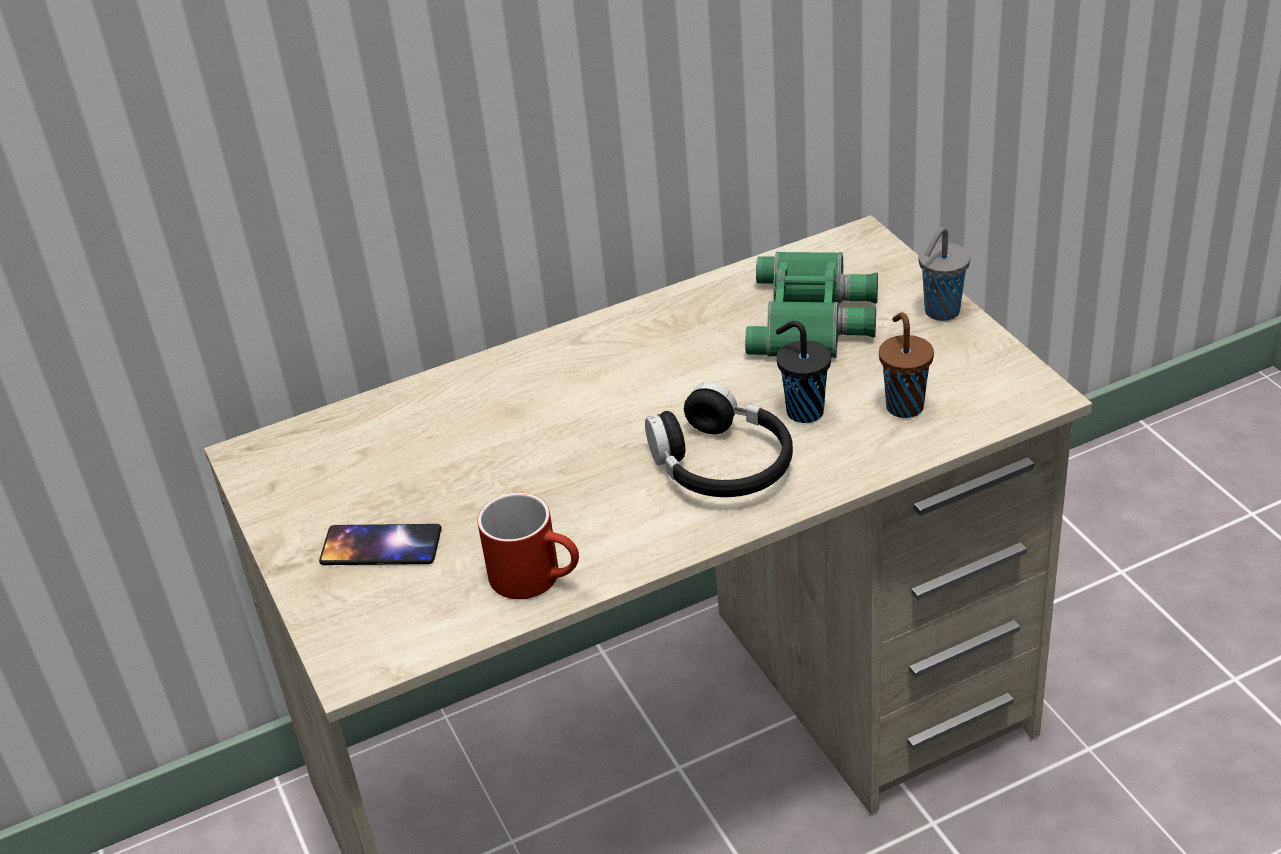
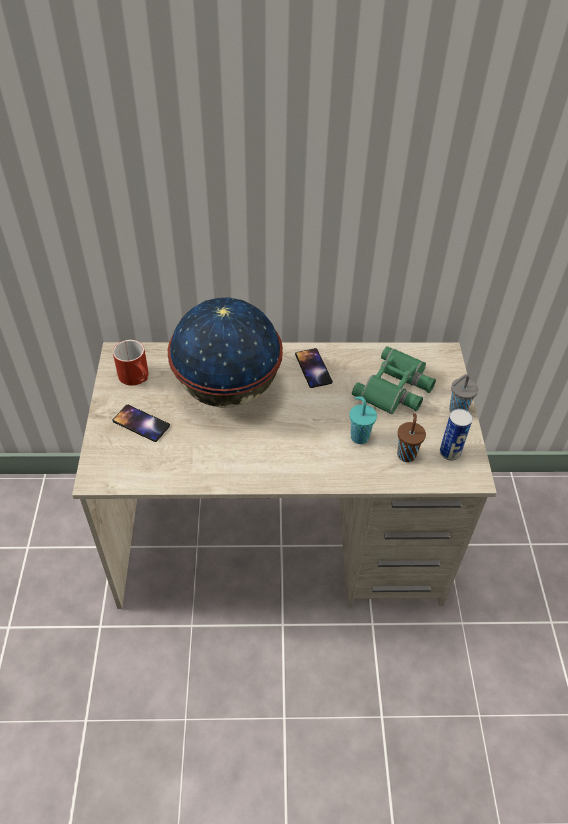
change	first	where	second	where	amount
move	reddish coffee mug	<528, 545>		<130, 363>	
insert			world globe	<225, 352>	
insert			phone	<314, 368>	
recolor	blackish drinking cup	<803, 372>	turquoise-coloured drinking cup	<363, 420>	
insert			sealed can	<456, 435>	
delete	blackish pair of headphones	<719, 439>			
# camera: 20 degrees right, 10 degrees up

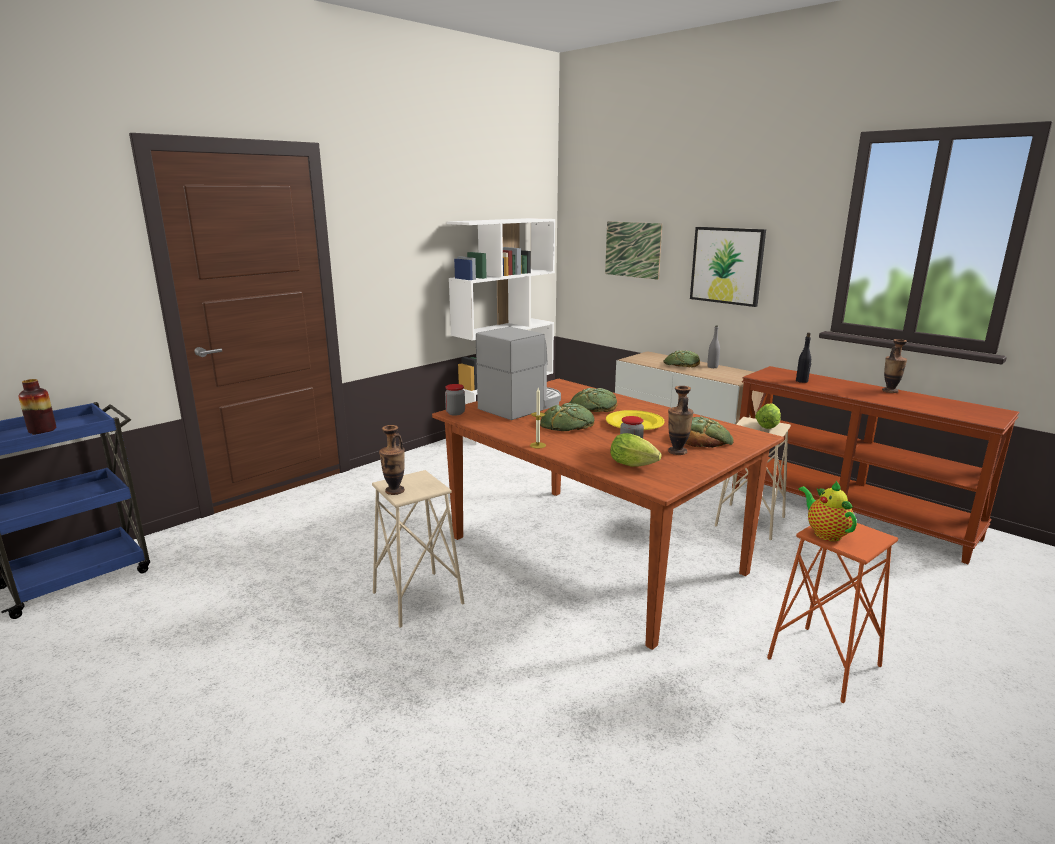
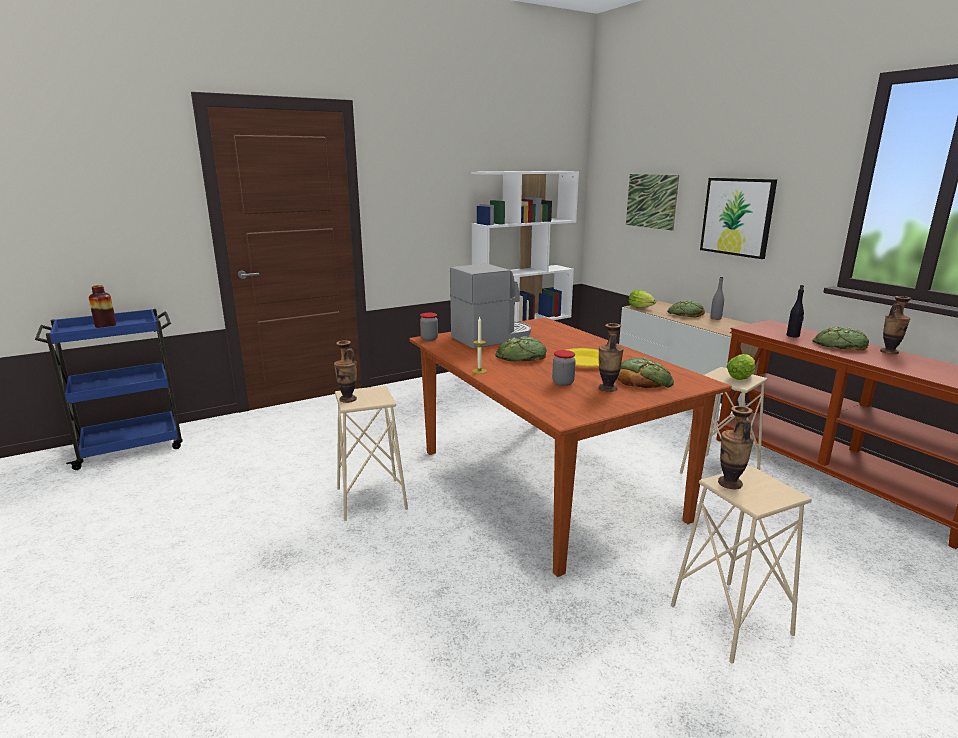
change	first	where	second	where	amount
move	head of lettuce	<636, 450>		<642, 299>	
recolor	orange stool seat	<832, 613>	sand-coloured stool seat	<741, 565>	
replace	pot for tea	<828, 511>	flower vase	<736, 447>	
move	baked bread	<593, 400>		<840, 338>	
# camera: 15 degrees right, 0 degrees up

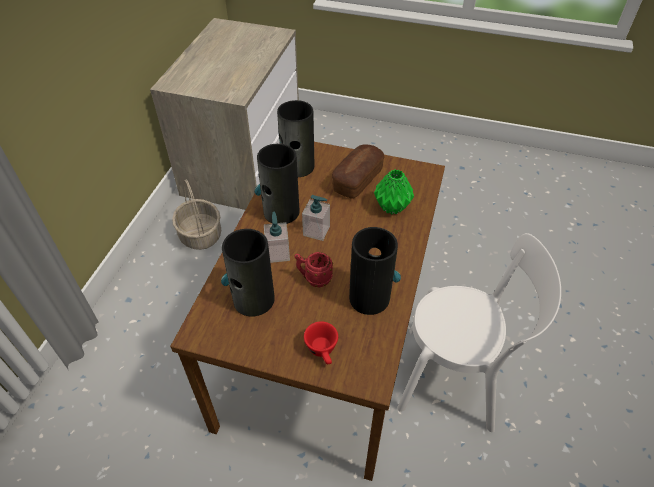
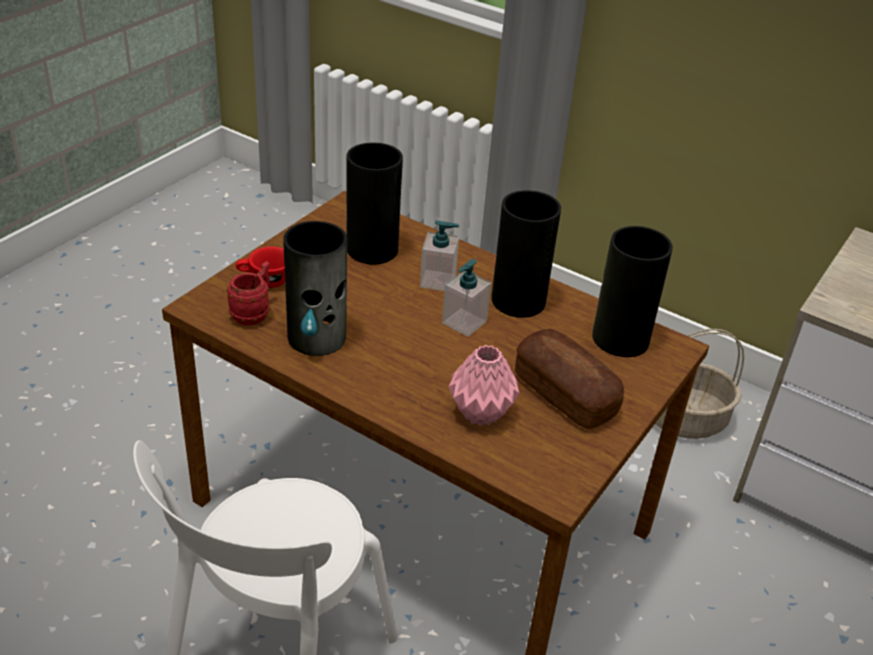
change	first	where	second	where	amount
move	reddish coffee mug	<314, 269>		<248, 293>	
recolor	greenish flower vase	<394, 191>	pink flower vase	<484, 385>	
# camera: 105 degrees right, 10 degrees down

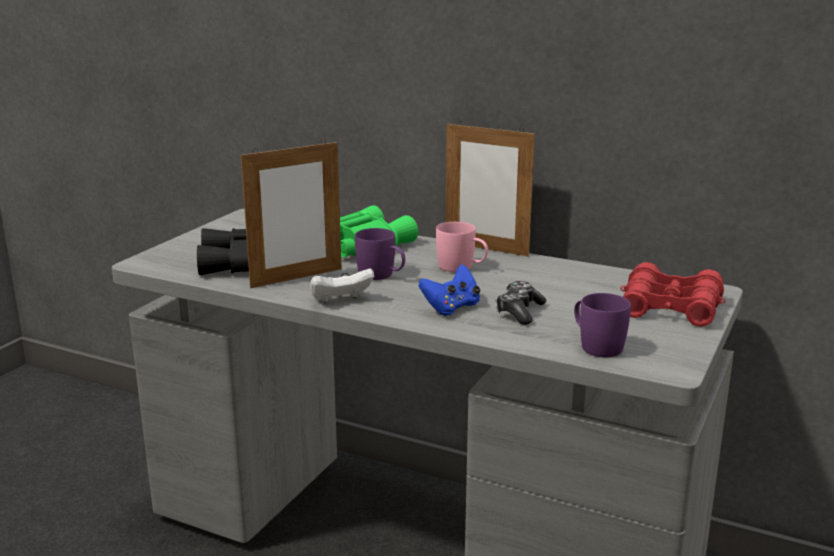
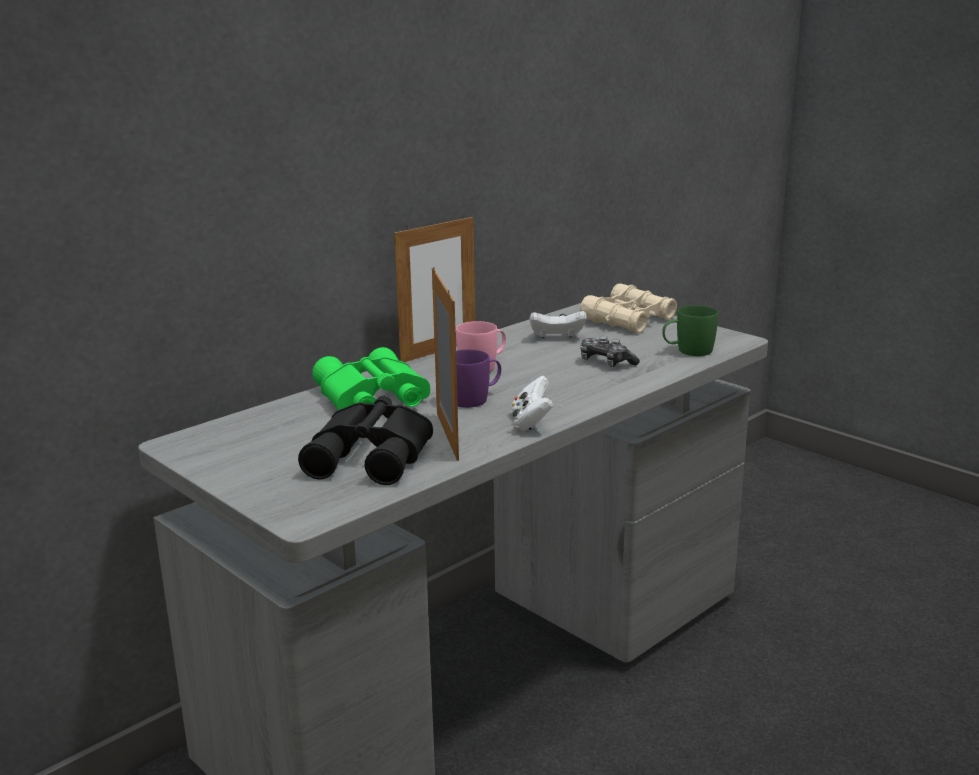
change	first	where	second	where	amount
insert			whitish joypad	<558, 324>	
recolor	reddish field glasses	<672, 294>	sand-coloured field glasses	<628, 308>	
recolor	purple-coloured coffee mug	<602, 325>	greenish coffee mug	<690, 330>	
delete	bluish joypad	<449, 290>			
# camera: 70 degrees left, 0 degrees up

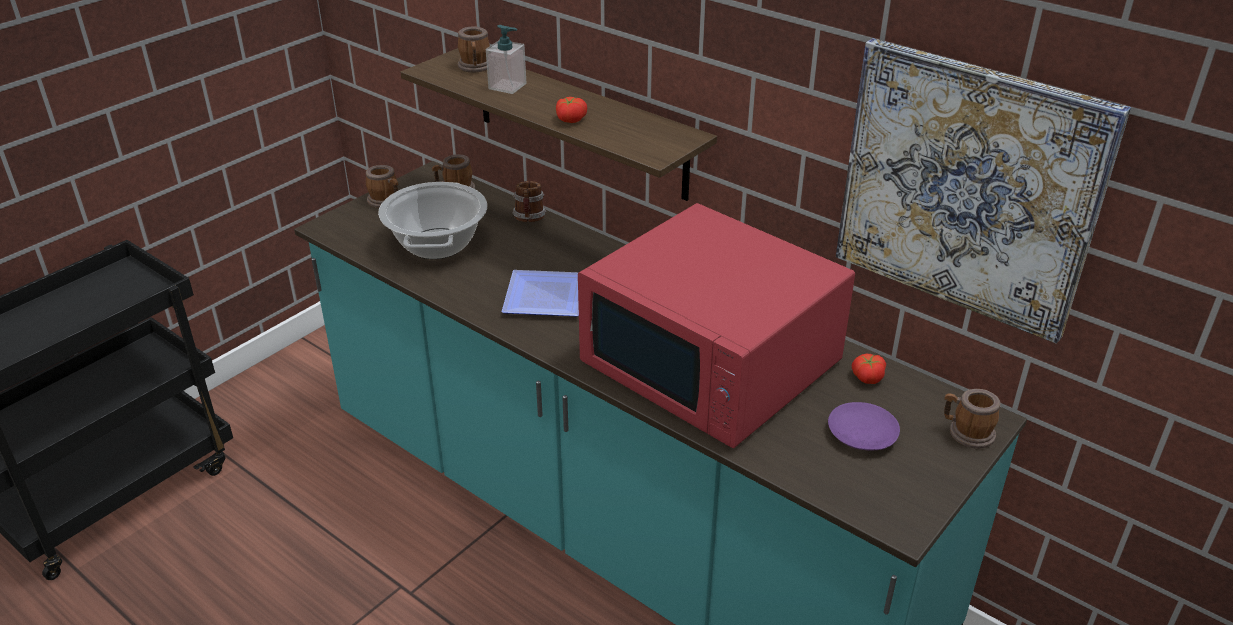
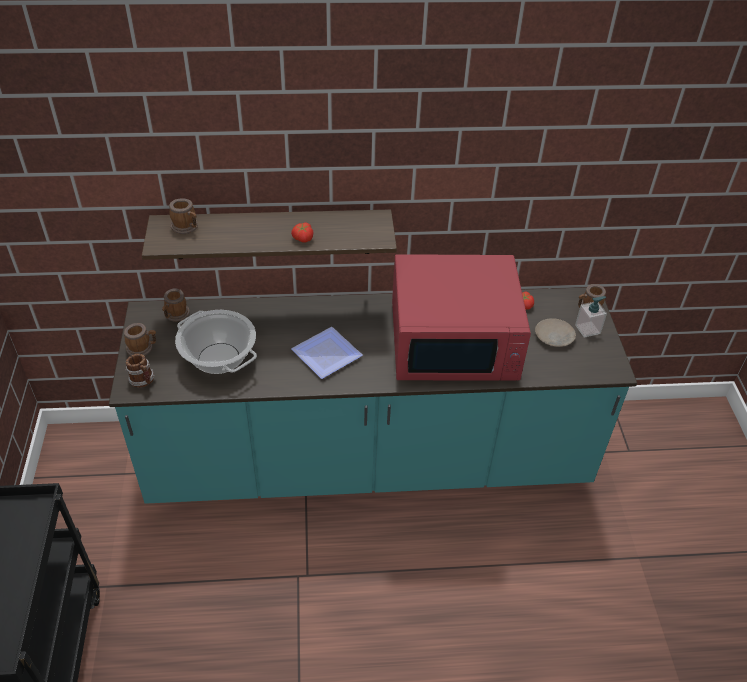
change	first	where	second	where	amount
move	coffee mug	<529, 201>		<140, 371>	
recolor	purple-coloured flat dish	<864, 426>	sand-coloured flat dish	<555, 332>	
move	soap bottle	<506, 59>		<591, 317>	
delete	wall art	<983, 191>			
# camera: 45 degrees left, 10 degrees up

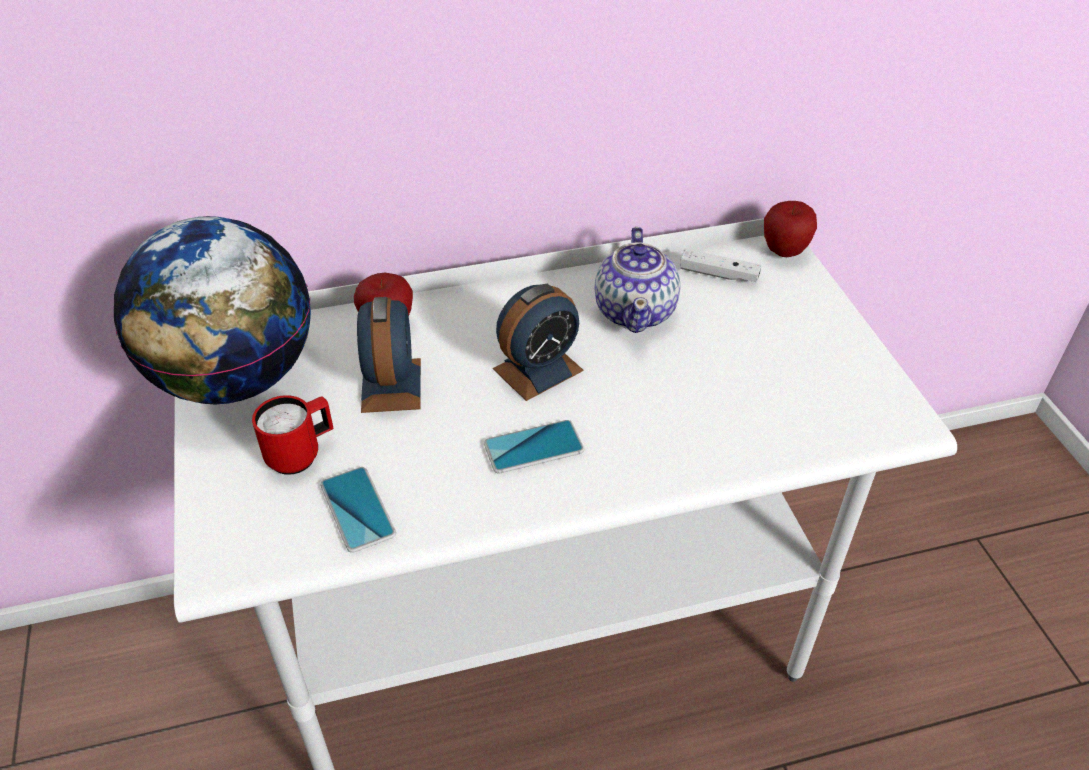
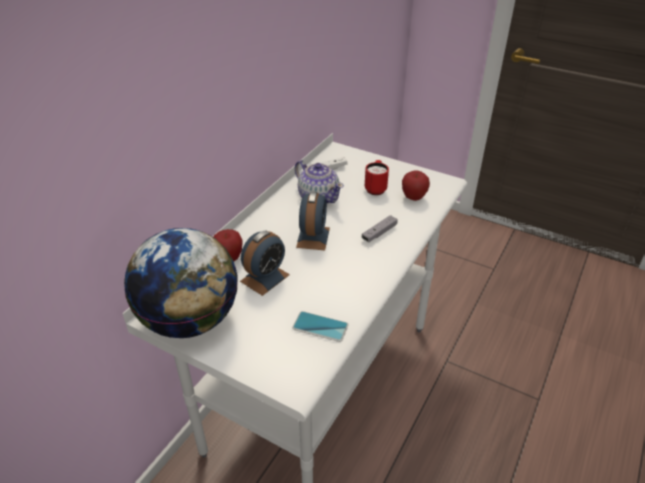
change	first	where	second	where	amount
rotate	bedside clock	<389, 355>		<265, 263>	90 degrees clockwise
insert			gray joypad	<380, 228>	
move	reddish coffee mug	<292, 435>		<377, 177>	
move	apple	<790, 229>		<416, 185>	
delete	phone	<534, 446>			
# camera: 45 degrees left, 5 degrees down

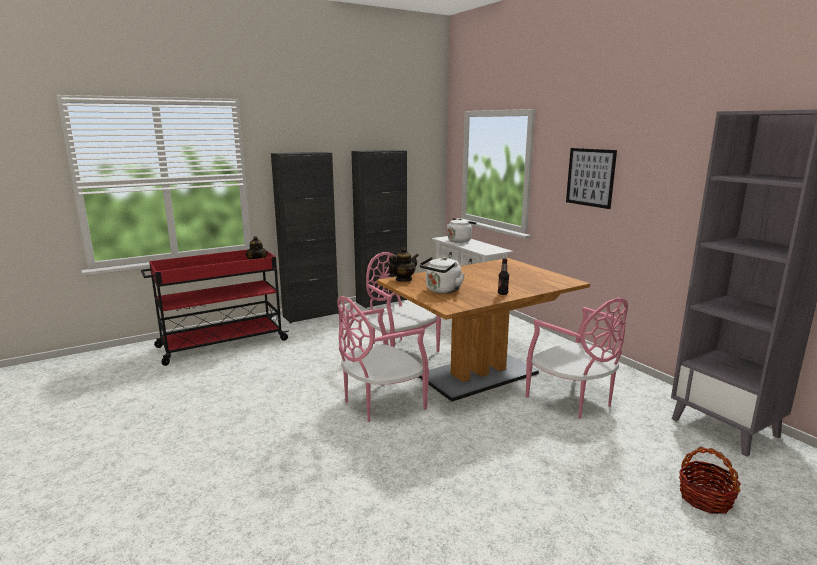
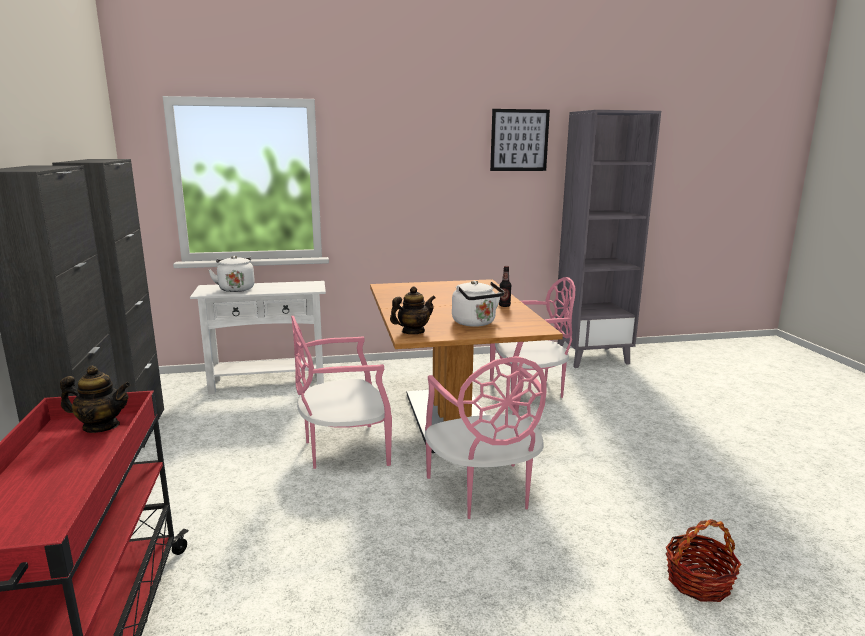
change	first	where	second	where	amount
rotate	pot for tea	<403, 265>		<413, 310>	75 degrees clockwise
move	wall art	<591, 178>		<520, 140>	
move	storage basket	<710, 480>		<703, 560>	
# camera: 70 degrees left, 0 degrees up

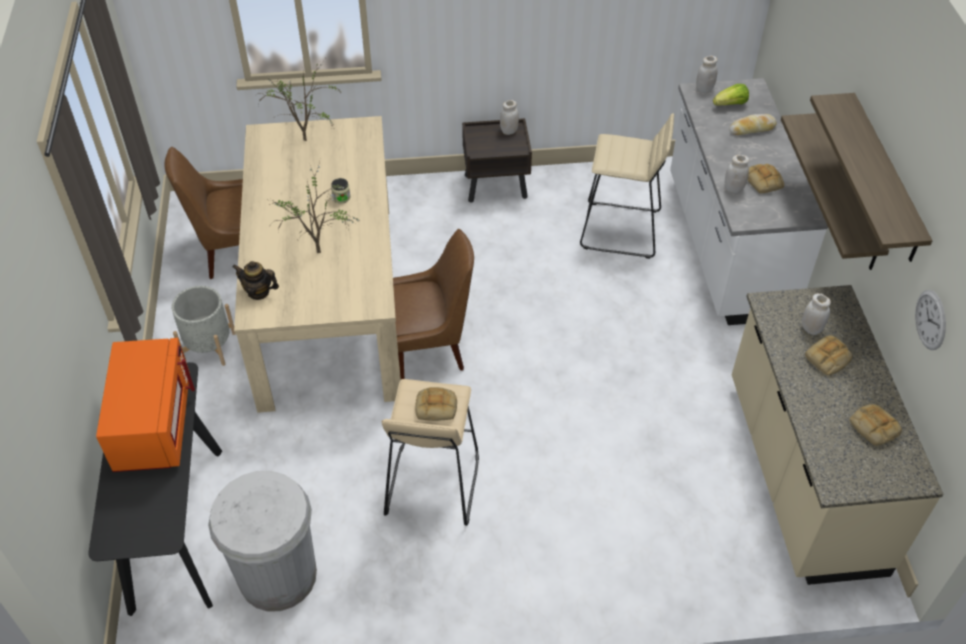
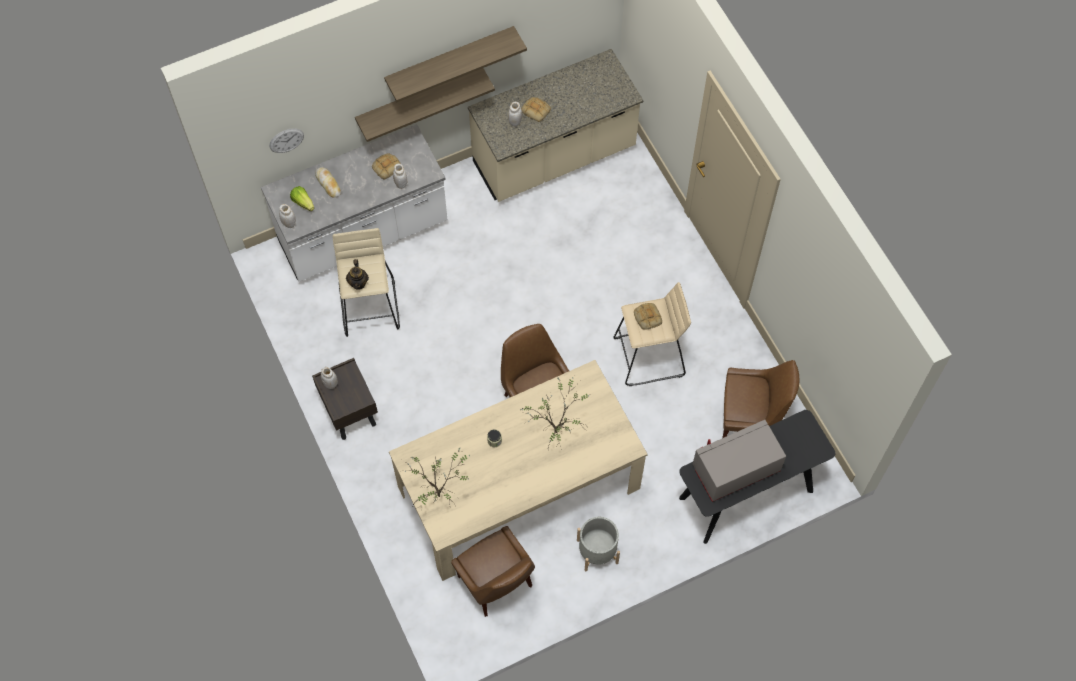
change	first	where	second	where	amount
move	hanging clock	<930, 320>		<286, 140>	
move	pot for tea	<255, 280>		<357, 274>	
recolor	orange microwave oven	<145, 405>	gray microwave oven	<739, 461>	
replace	whitish trash can	<262, 541>	brown upright chair	<760, 399>	
delete	baked bread	<875, 425>			
# camera: 110 degrees left, 15 degrees up

